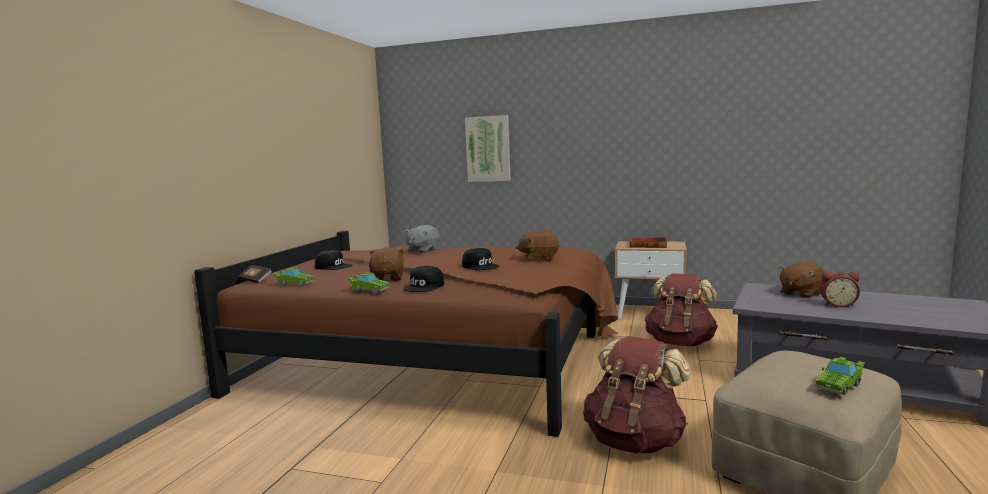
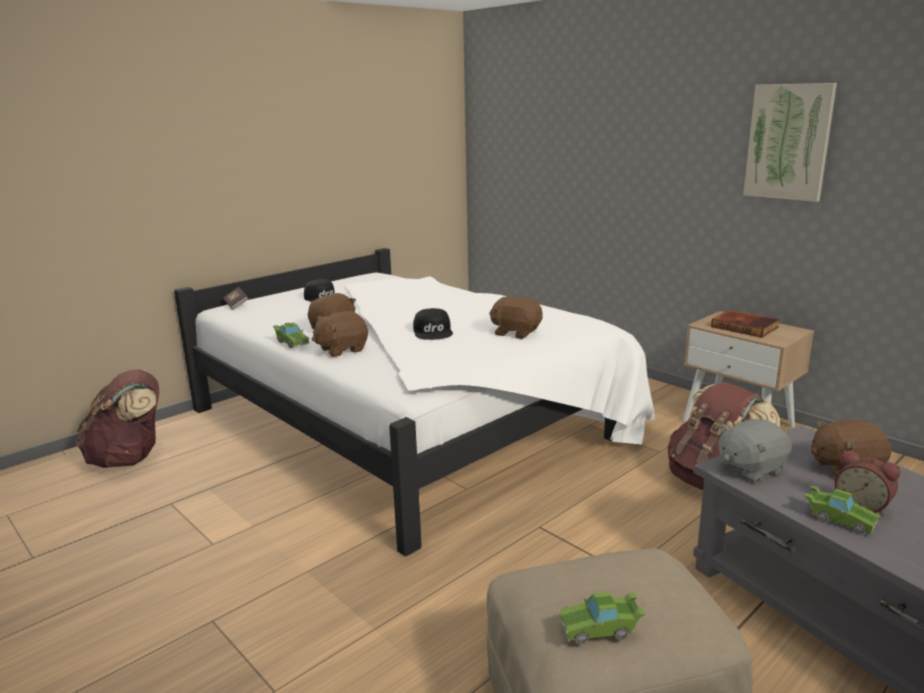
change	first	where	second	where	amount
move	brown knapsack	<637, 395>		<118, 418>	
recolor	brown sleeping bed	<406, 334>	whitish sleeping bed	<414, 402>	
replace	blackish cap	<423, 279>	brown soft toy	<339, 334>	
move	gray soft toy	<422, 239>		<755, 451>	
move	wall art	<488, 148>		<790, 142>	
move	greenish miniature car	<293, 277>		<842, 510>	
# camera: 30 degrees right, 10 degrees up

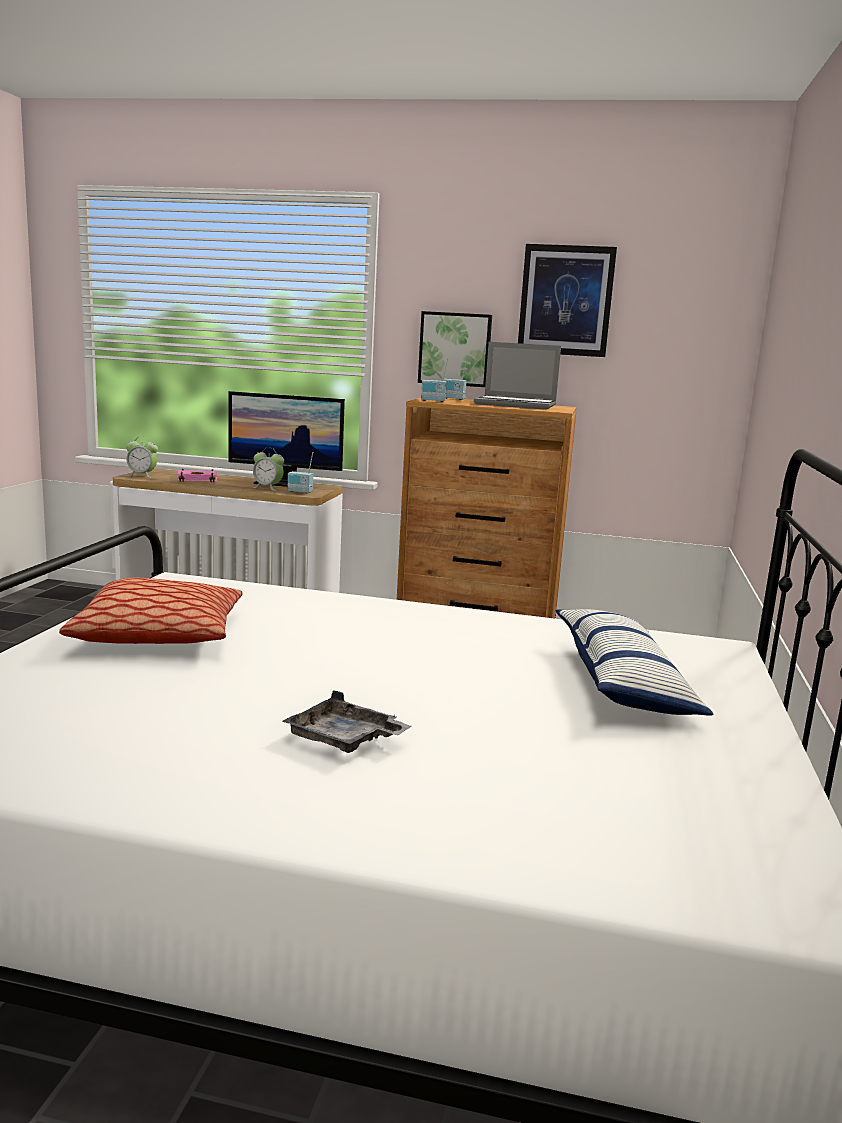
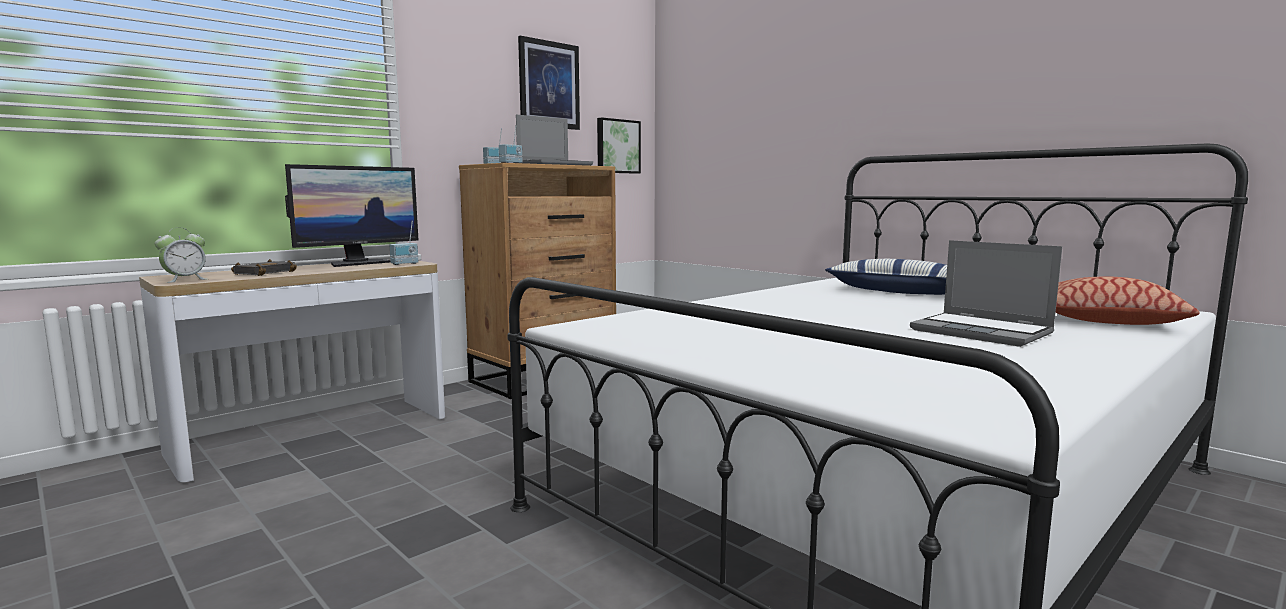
change	first	where	second	where	amount
recolor	pink book	<197, 475>	blackish book	<264, 267>	
move	wall art	<455, 349>		<619, 145>	
replace	gray carrying tray	<346, 721>	notebook computer	<986, 293>	
move	throw pillow	<151, 611>		<1127, 300>	
delete	bedside clock	<268, 469>			
# camera: 55 degrees left, 5 degrees down

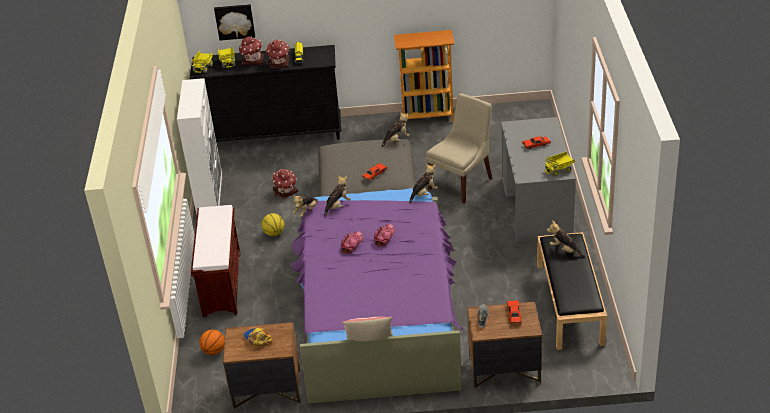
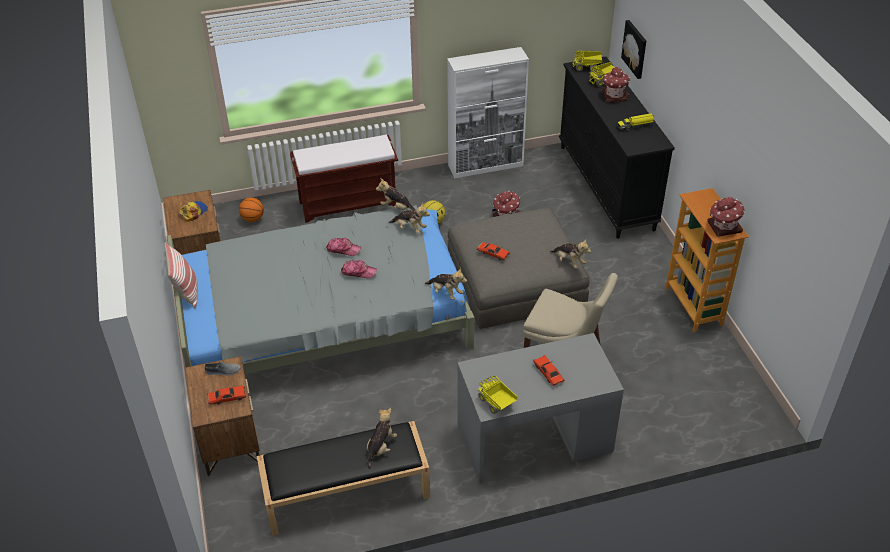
change	first	where	second	where	amount
recolor	purple-coloured sleeping bed	<376, 295>	gray sleeping bed	<320, 289>	
move	model house	<277, 54>		<726, 216>	
# camera: 75 degrees right, 5 degrees up

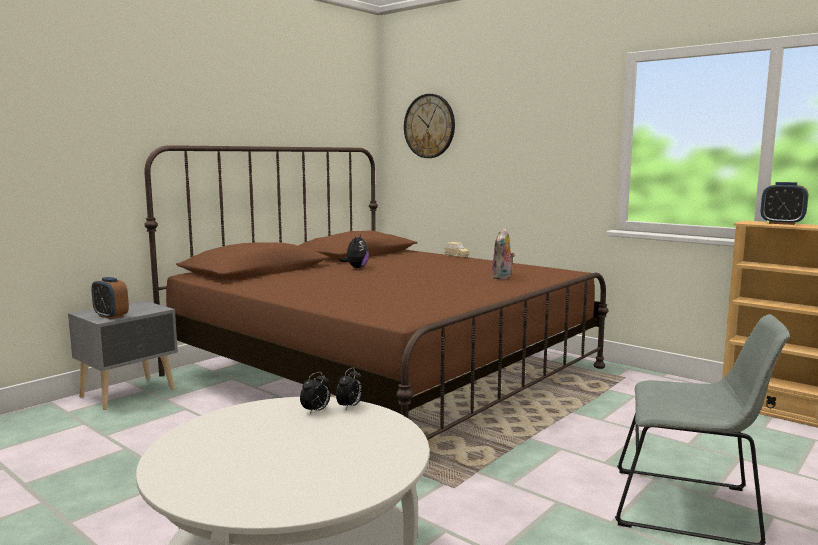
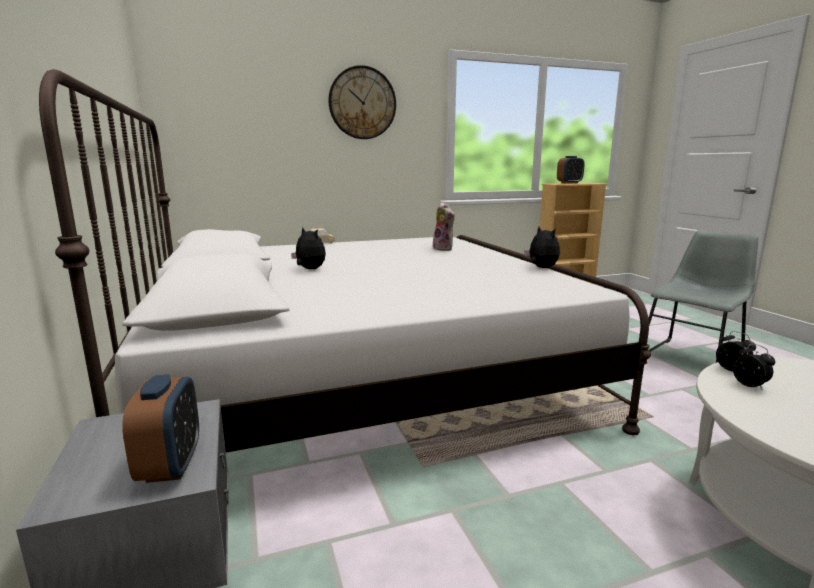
change	first	where	second	where	amount
recolor	brown sleeping bed	<376, 292>	whitish sleeping bed	<345, 261>	
rotate	bedside clock	<110, 298>		<160, 429>	75 degrees counterclockwise
move	hanging clock	<429, 126>		<362, 102>	
insert			soft toy	<542, 247>	
# camera: 60 degrees left, 5 degrees up

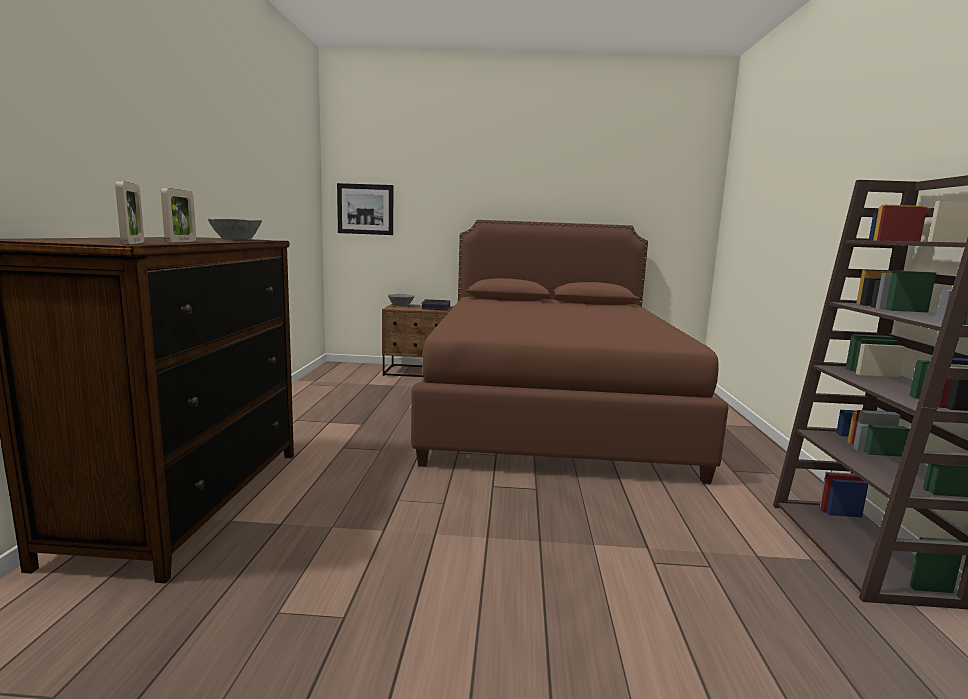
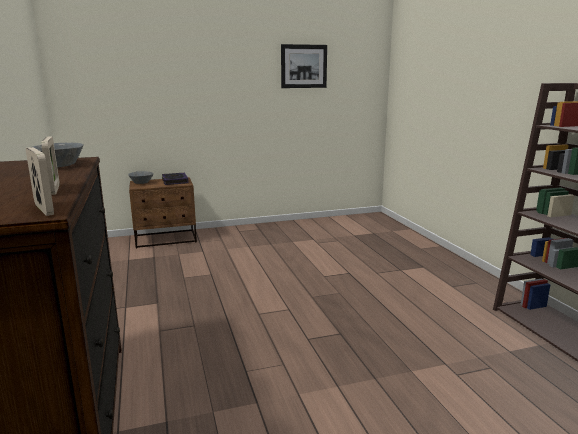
change	first	where	second	where	amount
move	wall art	<365, 209>		<304, 66>	
delete	brown sleeping bed	<570, 352>			
# camera: 20 degrees left, 5 degrees up

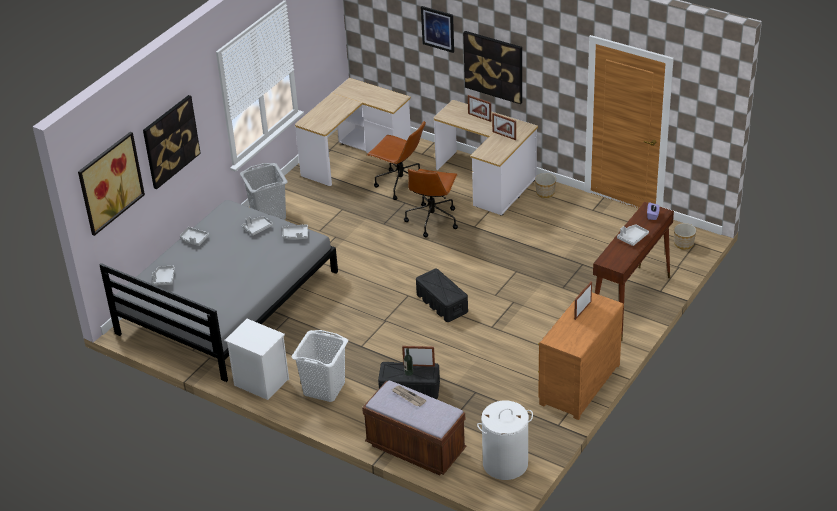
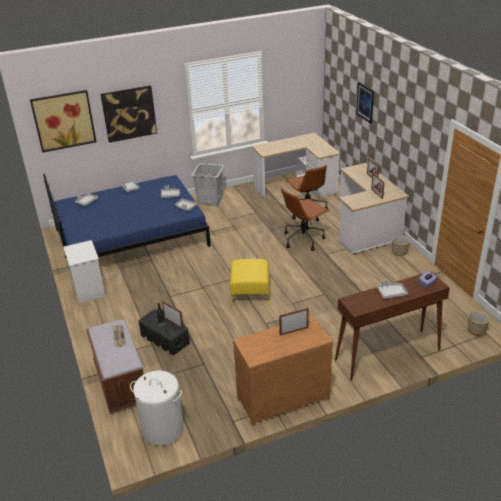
change	first	where	second	where	amount
recolor	gray sleeping bed	<218, 291>	bluish sleeping bed	<127, 226>	
replace	blackish storage box	<442, 295>	yellow-coloured footrest	<250, 282>	
delete	whitish laundry basket	<320, 366>			
delete	wall art	<492, 67>			
# camera: 35 degrees right, 5 degrees down

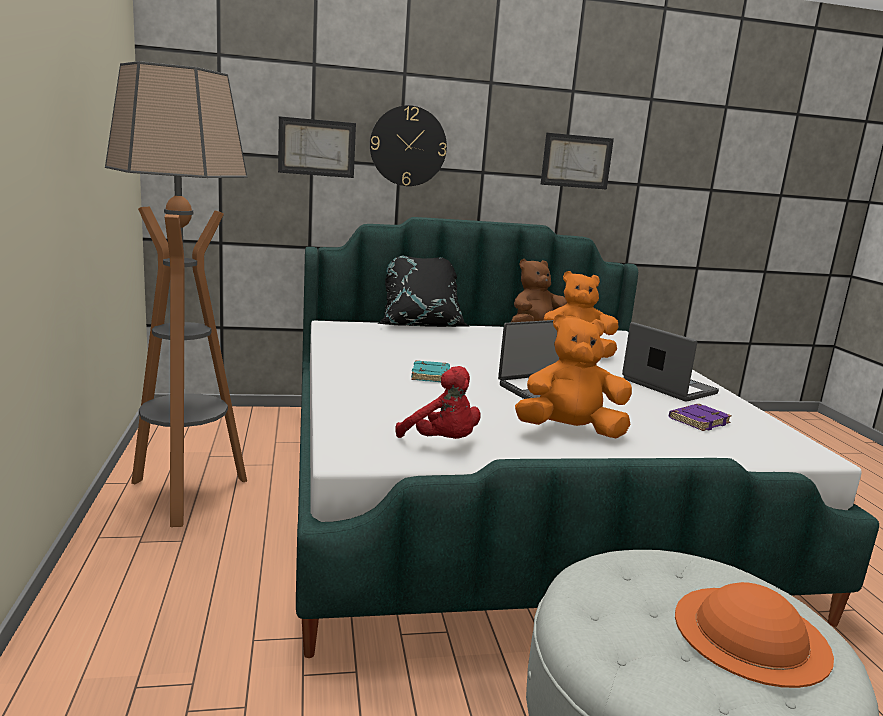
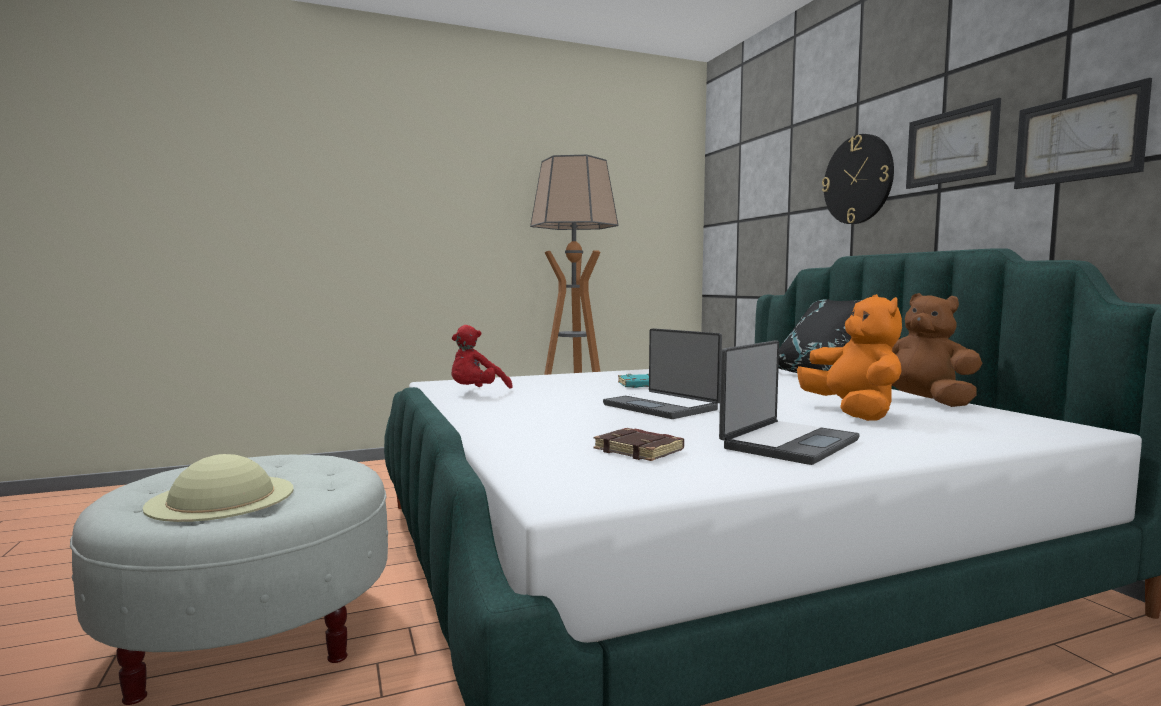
change	first	where	second	where	amount
recolor	orange hat	<754, 635>	sand-coloured hat	<218, 488>	
recolor	purple-coloured book	<700, 417>	brown book	<639, 444>	
move	wall art	<317, 147>		<953, 143>	
delete	orange soft toy	<573, 376>			
# camera: 80 degrees right, 10 degrees down

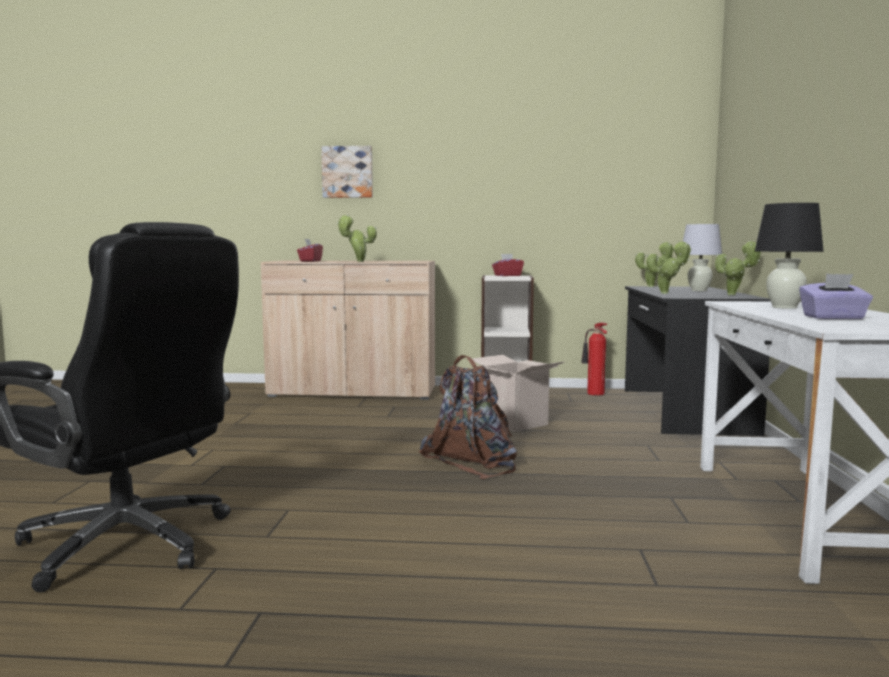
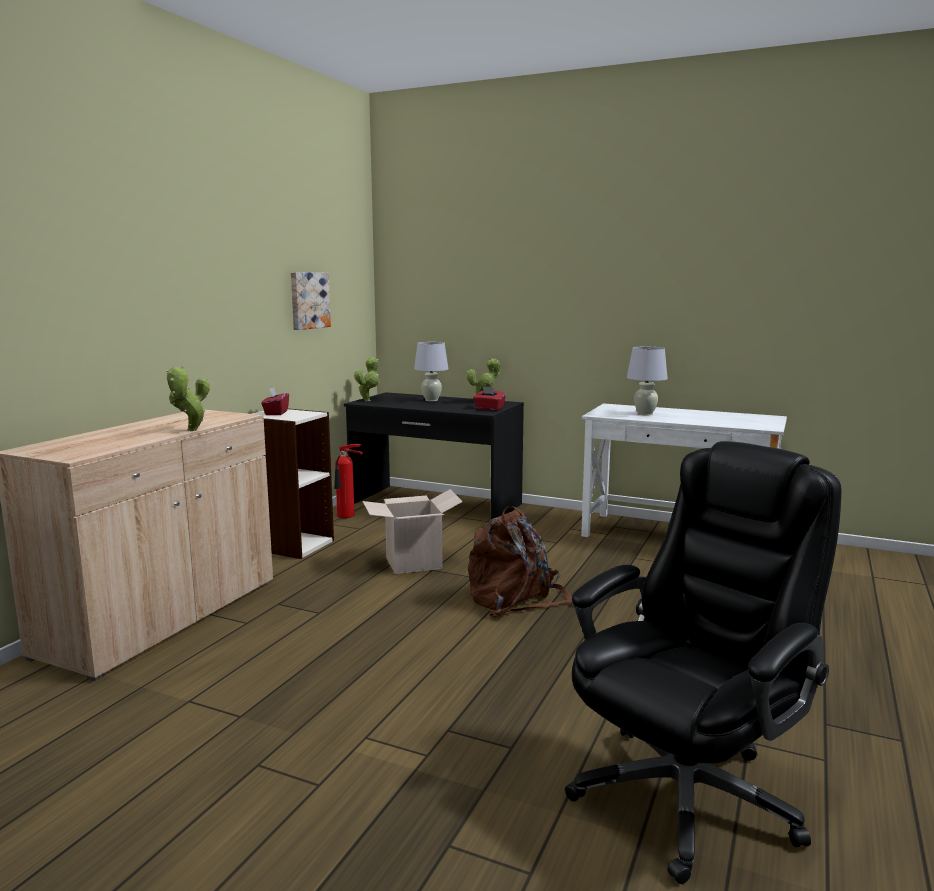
change	first	where	second	where	amount
move	wall art	<347, 172>		<311, 301>	
move	reddish tissue box	<310, 250>		<489, 398>	
recolor	blackish tabletop lamp	<789, 256>	whitish tabletop lamp	<647, 381>	
delete	plant in a pot	<668, 267>			
delete	purple-coloured tissue box	<836, 296>			
# camera: 70 degrees left, 5 degrees up

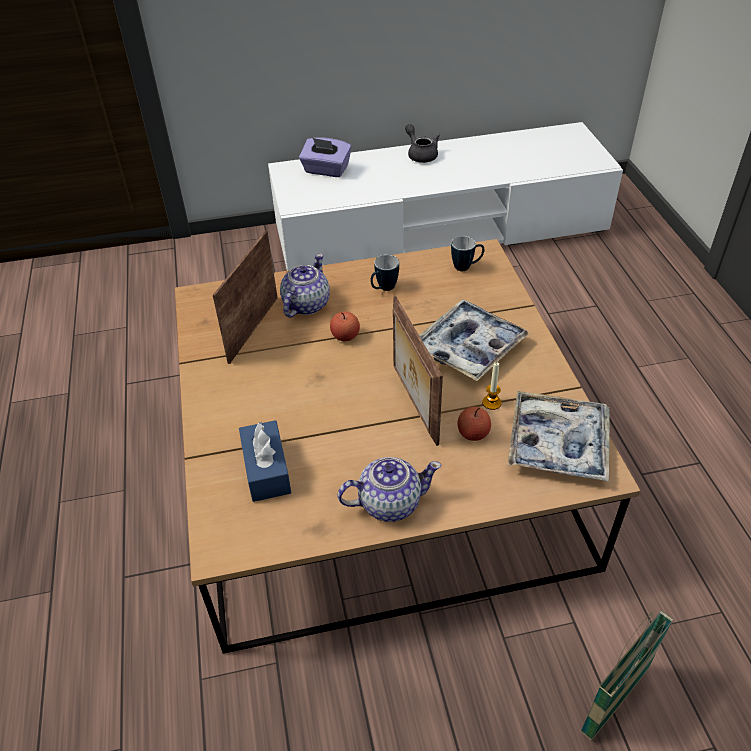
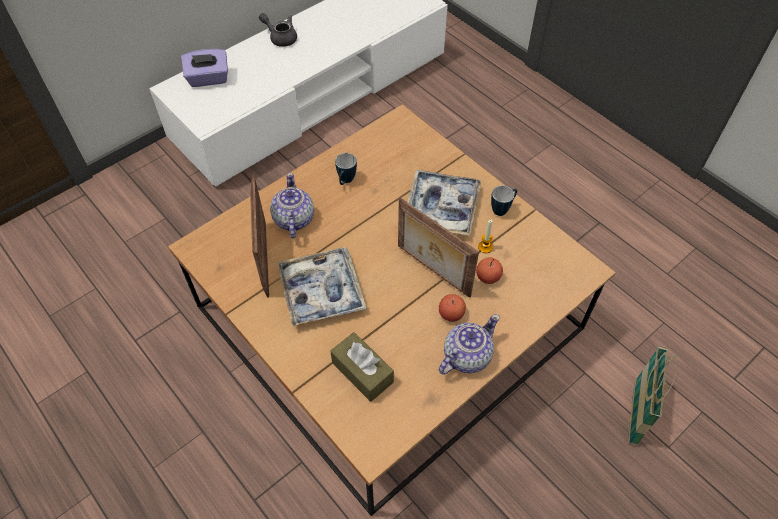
change	first	where	second	where	amount
move	carrying tray	<559, 436>		<322, 287>	
recolor	bluish tissue box	<265, 461>	brown tissue box	<362, 367>	
move	apple	<345, 326>		<452, 308>	
move	coffee mug	<468, 253>		<504, 200>	
# camera: 30 degrees left, 10 degrees up

